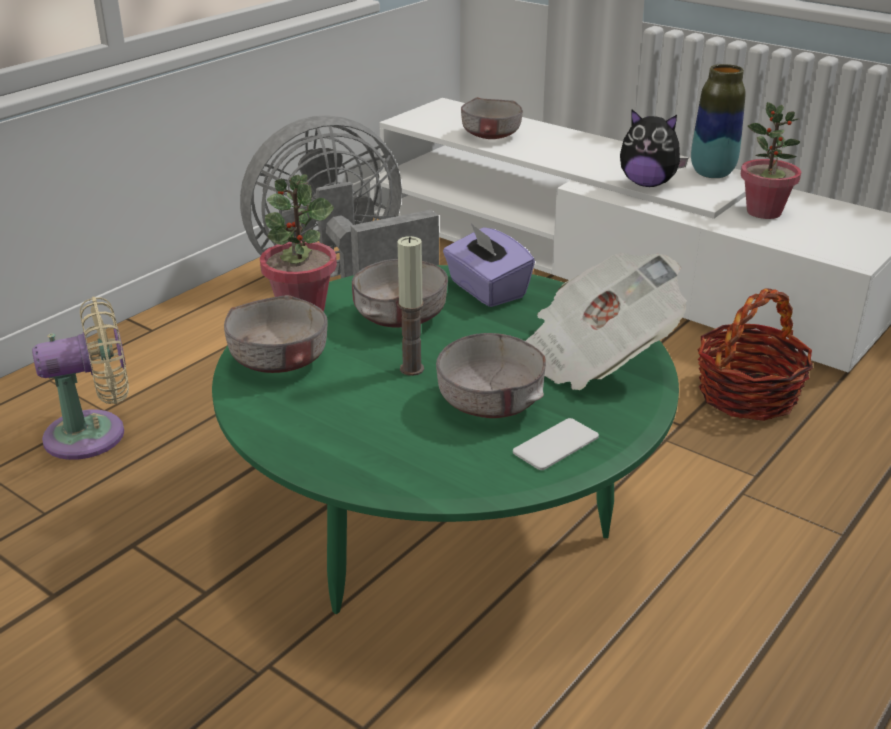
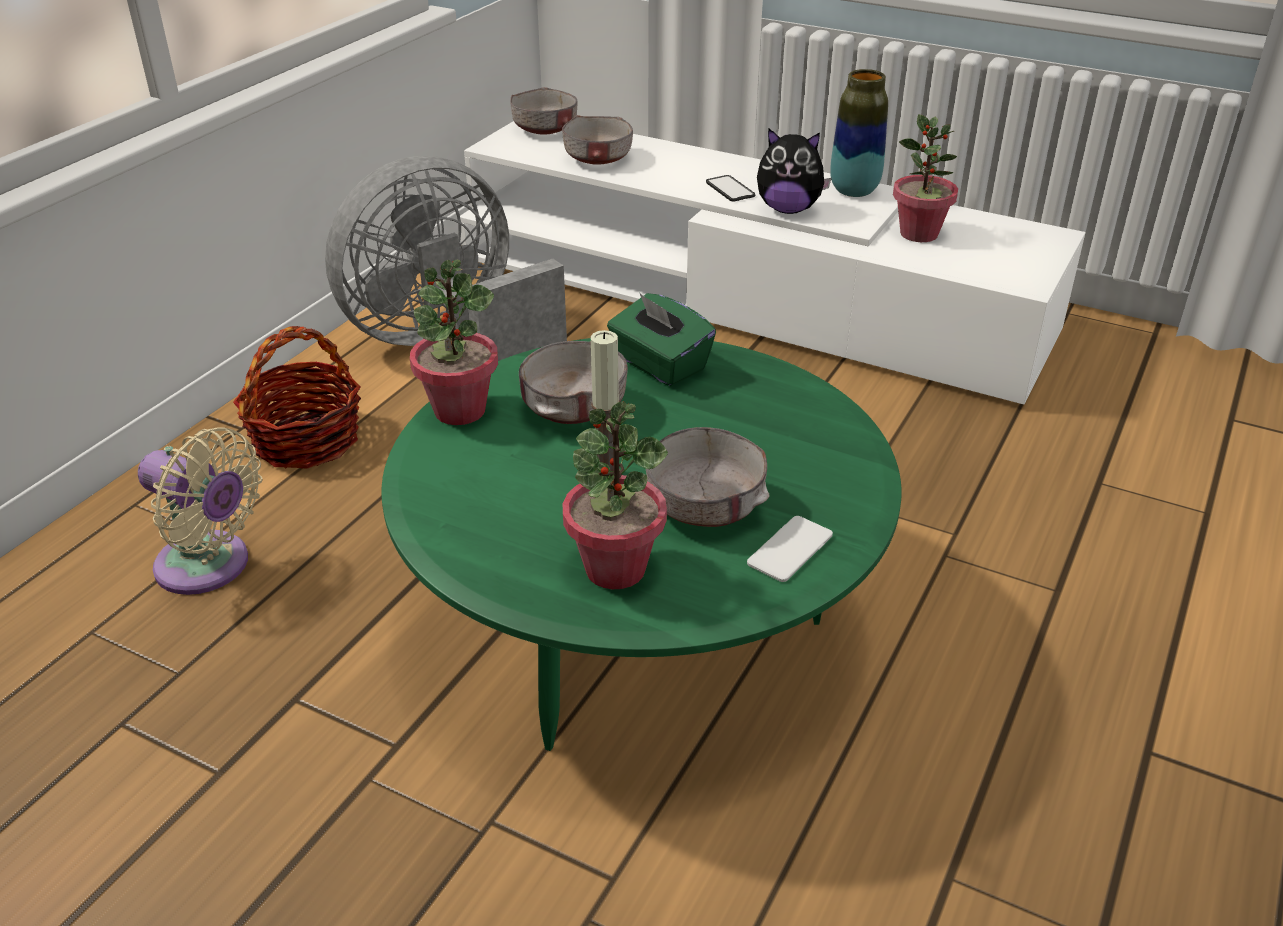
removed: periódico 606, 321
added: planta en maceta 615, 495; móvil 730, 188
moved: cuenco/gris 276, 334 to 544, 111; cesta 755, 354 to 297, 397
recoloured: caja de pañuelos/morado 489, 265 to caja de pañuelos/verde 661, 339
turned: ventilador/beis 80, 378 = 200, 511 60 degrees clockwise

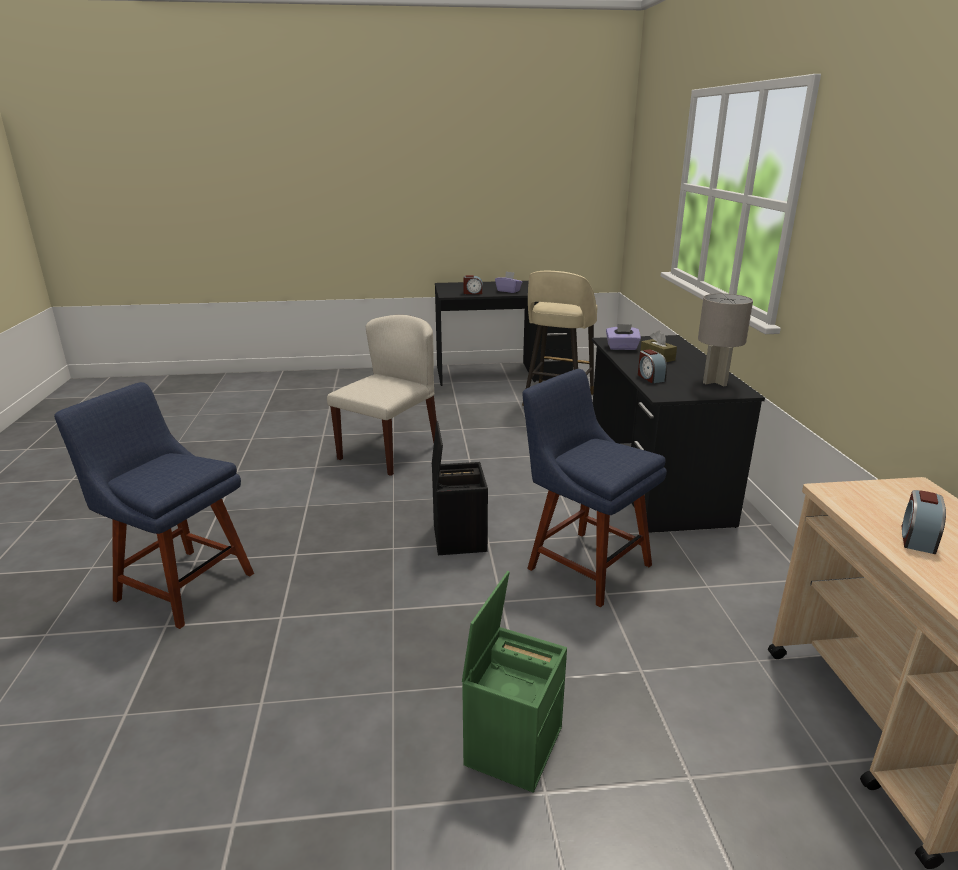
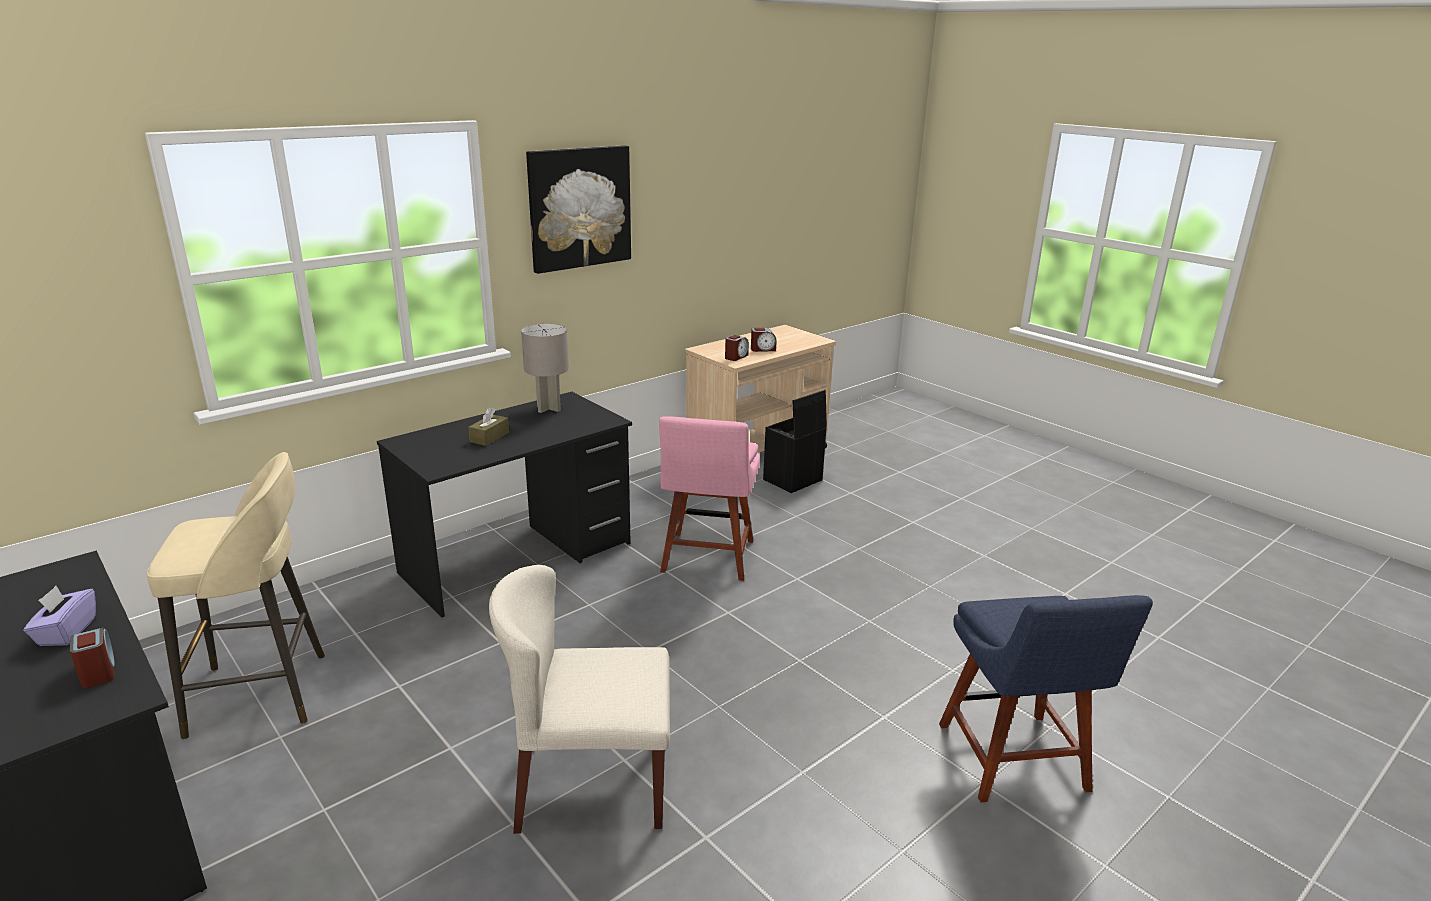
removed: caja de almacenaje/verde 514, 682; caja de pañuelos/morado 623, 337
added: cuadro 578, 209
moved: caja de almacenaje/negro 460, 488 to 795, 441; despertador 652, 366 to 737, 348
recoloured: silla/azul 594, 488 to silla/rosa 709, 498

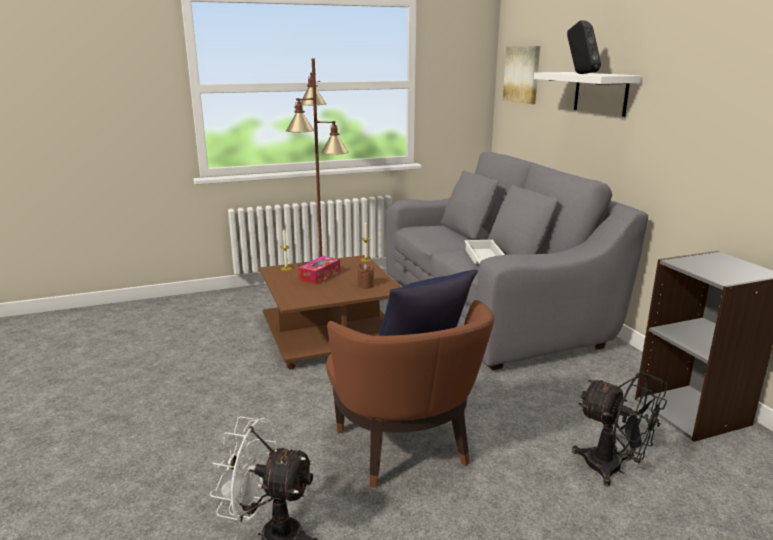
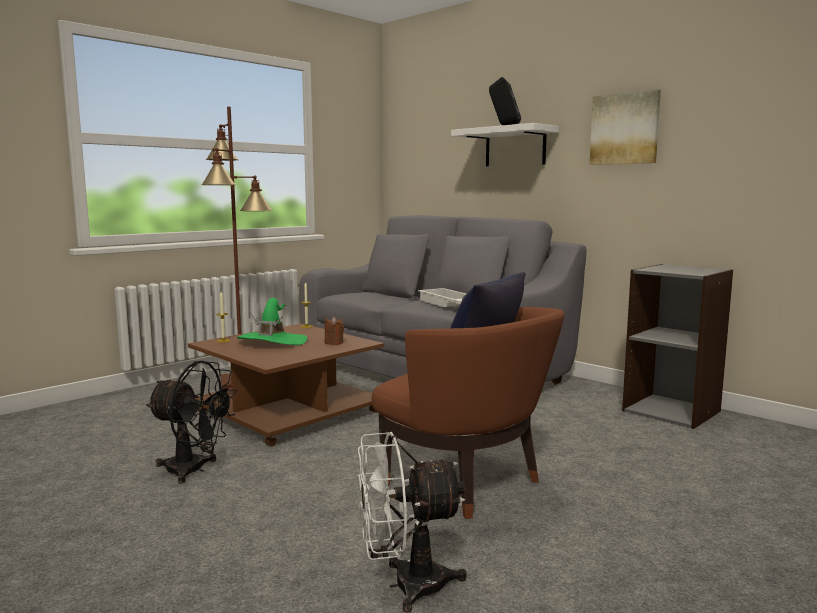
moved: cuadro 521, 75 to 625, 127; ventilador/negro 620, 428 to 191, 422
replaced: caja de pañuelos 319, 270 to sombrero/verde 272, 321

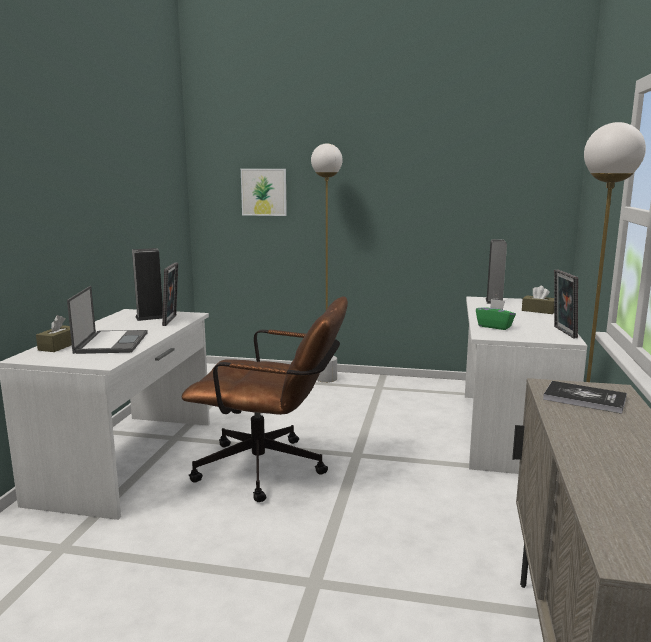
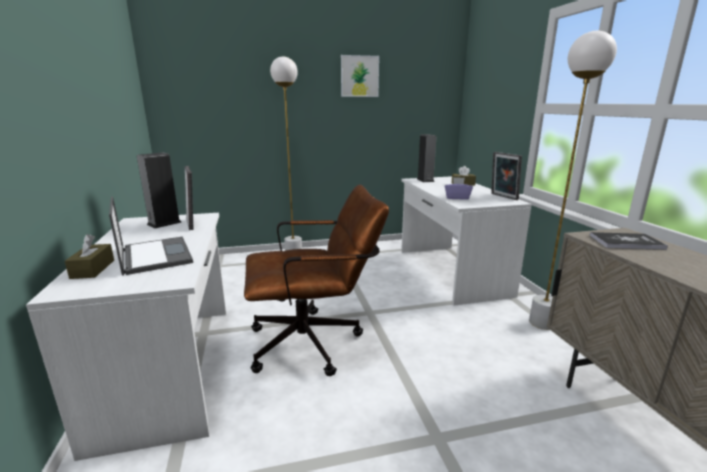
moved: cuadro 264, 192 to 360, 76
recoloured: caja de pañuelos/verde 496, 314 to caja de pañuelos/morado 459, 188

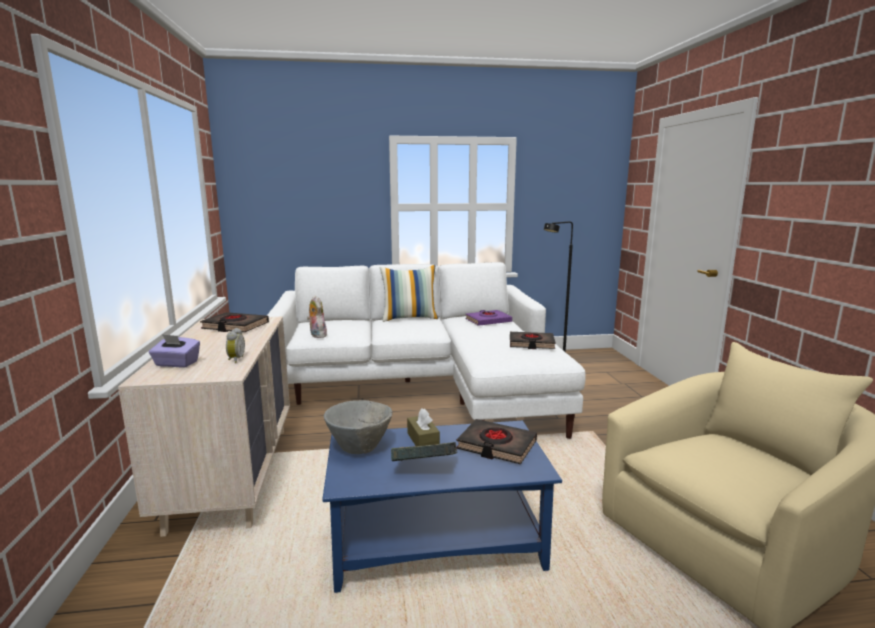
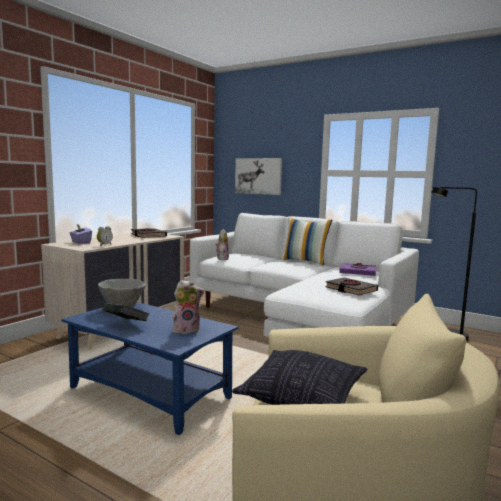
removed: caja de pañuelos/marrón 423, 427
added: cojín 299, 377; cuadro 258, 176
replaced: libro/negro 497, 441 to peluche 188, 307

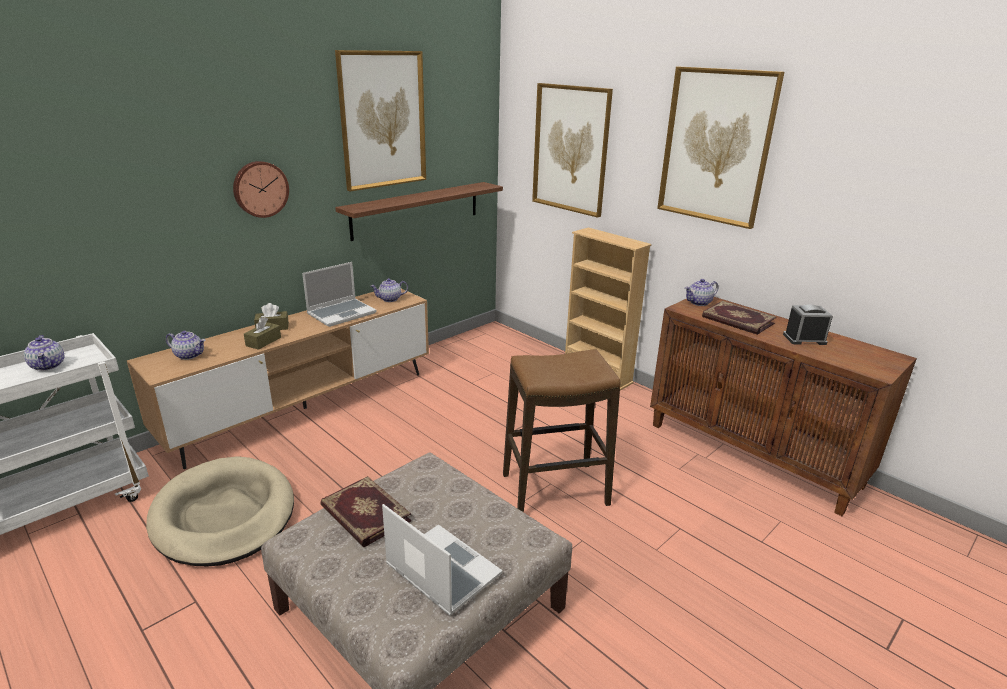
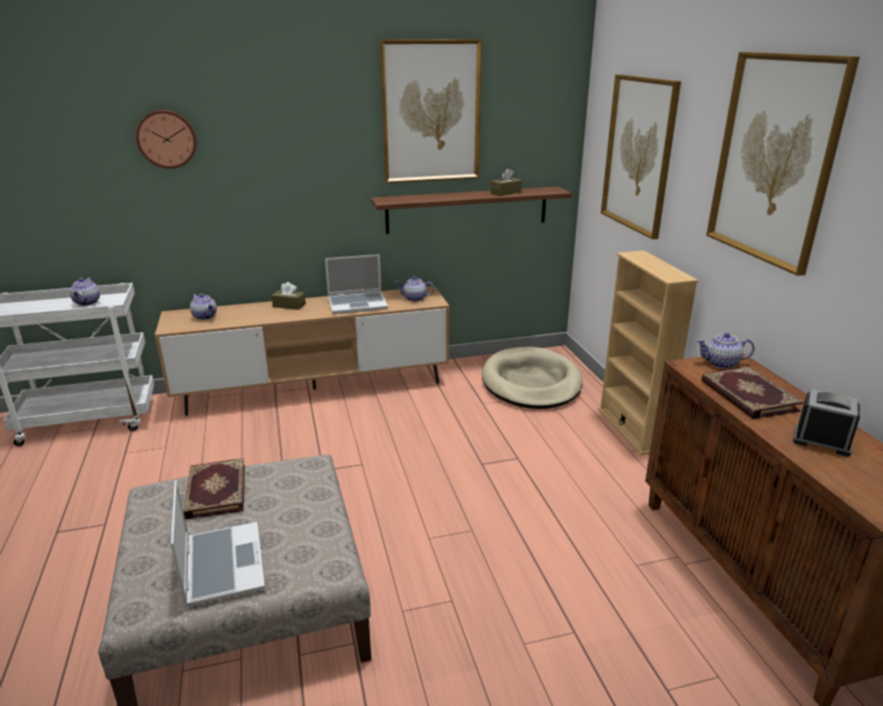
removed: taburete 561, 431
moved: cama para perro/beis 220, 511 to 532, 378; reloj de pared 261, 189 to 166, 139; caja de pañuelos/marrón 262, 333 to 506, 182

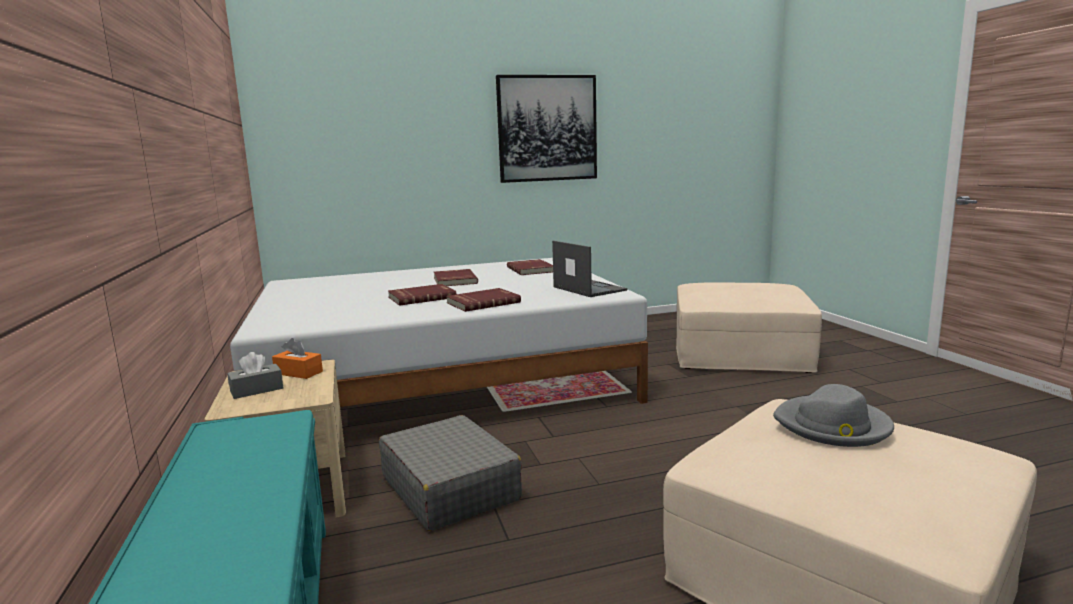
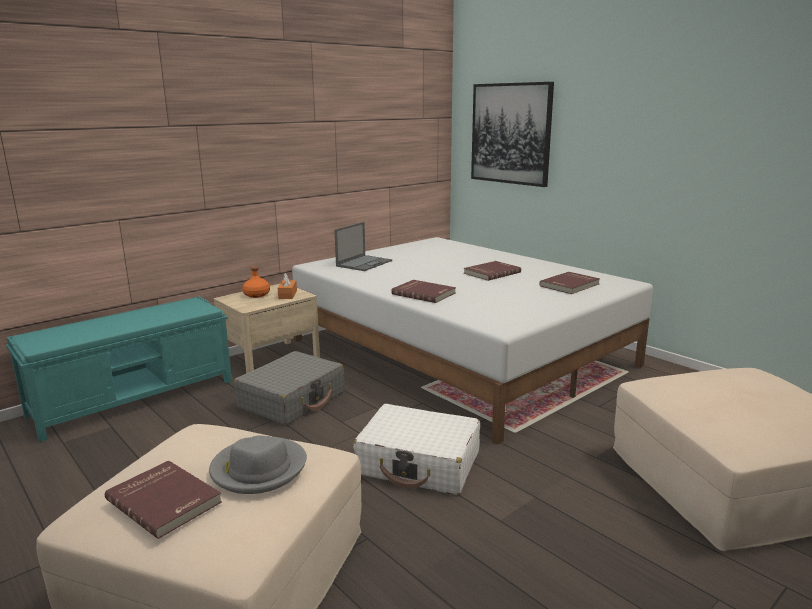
added: maleta/blanco 416, 449
moved: libro/rojo 422, 295 to 163, 499; cuadro 546, 129 to 512, 134; portátil 589, 269 to 363, 246
replaced: caja de pañuelos/gris 255, 375 to botella/naranja 256, 282

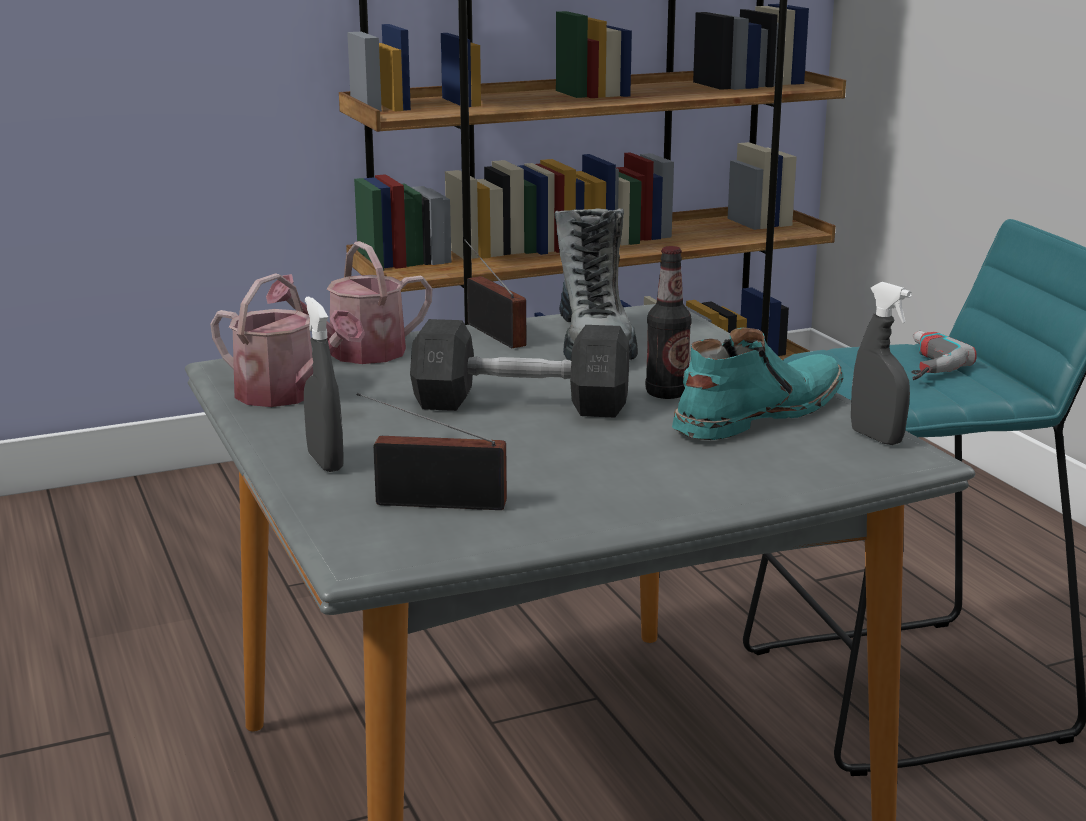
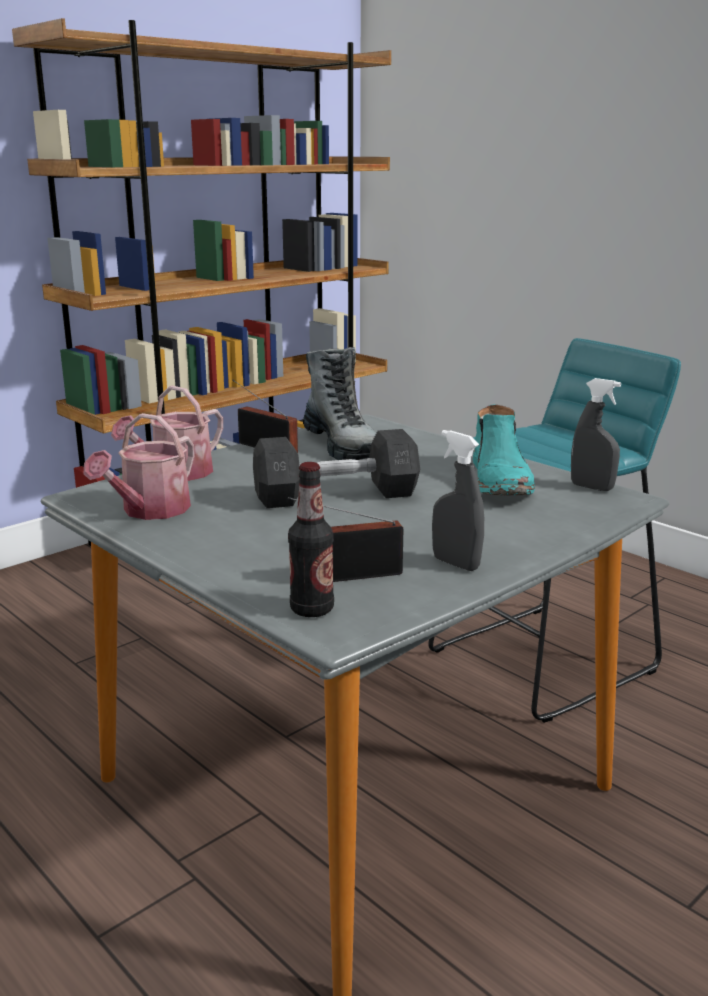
removed: taladro 944, 355
moved: pulverizador/gris 324, 384 to 458, 500; botella 668, 322 to 311, 539
turned: regadera 287, 340 = 138, 466 105 degrees clockwise; bota/turquesa 758, 383 = 504, 450 150 degrees clockwise

